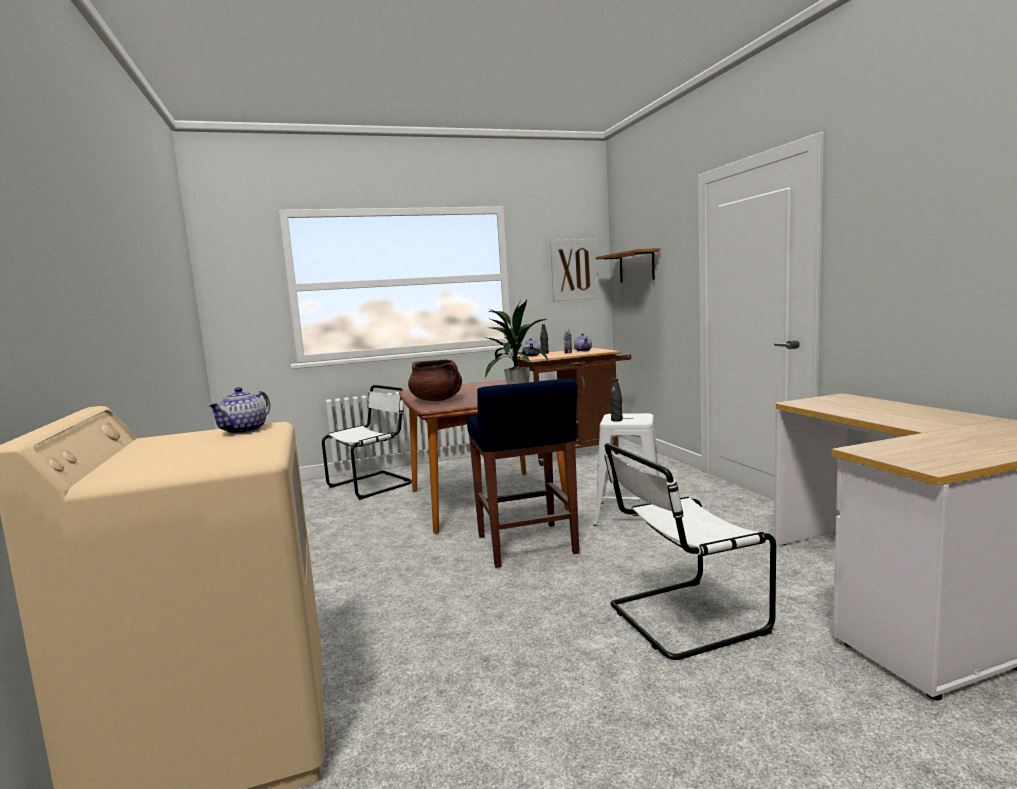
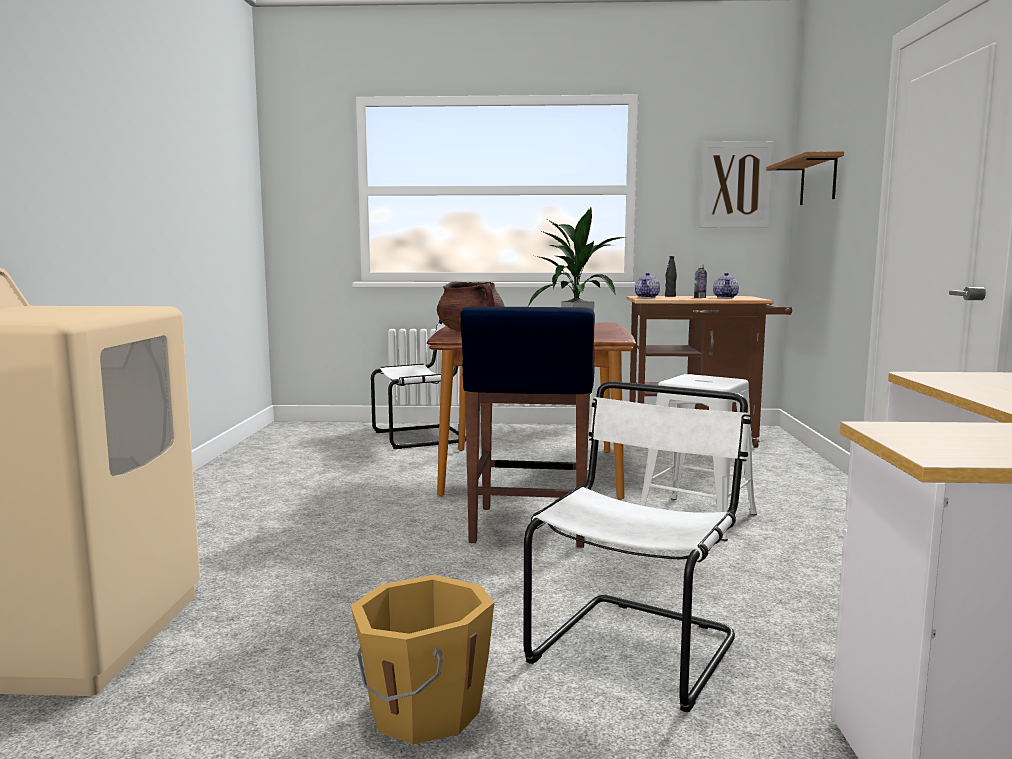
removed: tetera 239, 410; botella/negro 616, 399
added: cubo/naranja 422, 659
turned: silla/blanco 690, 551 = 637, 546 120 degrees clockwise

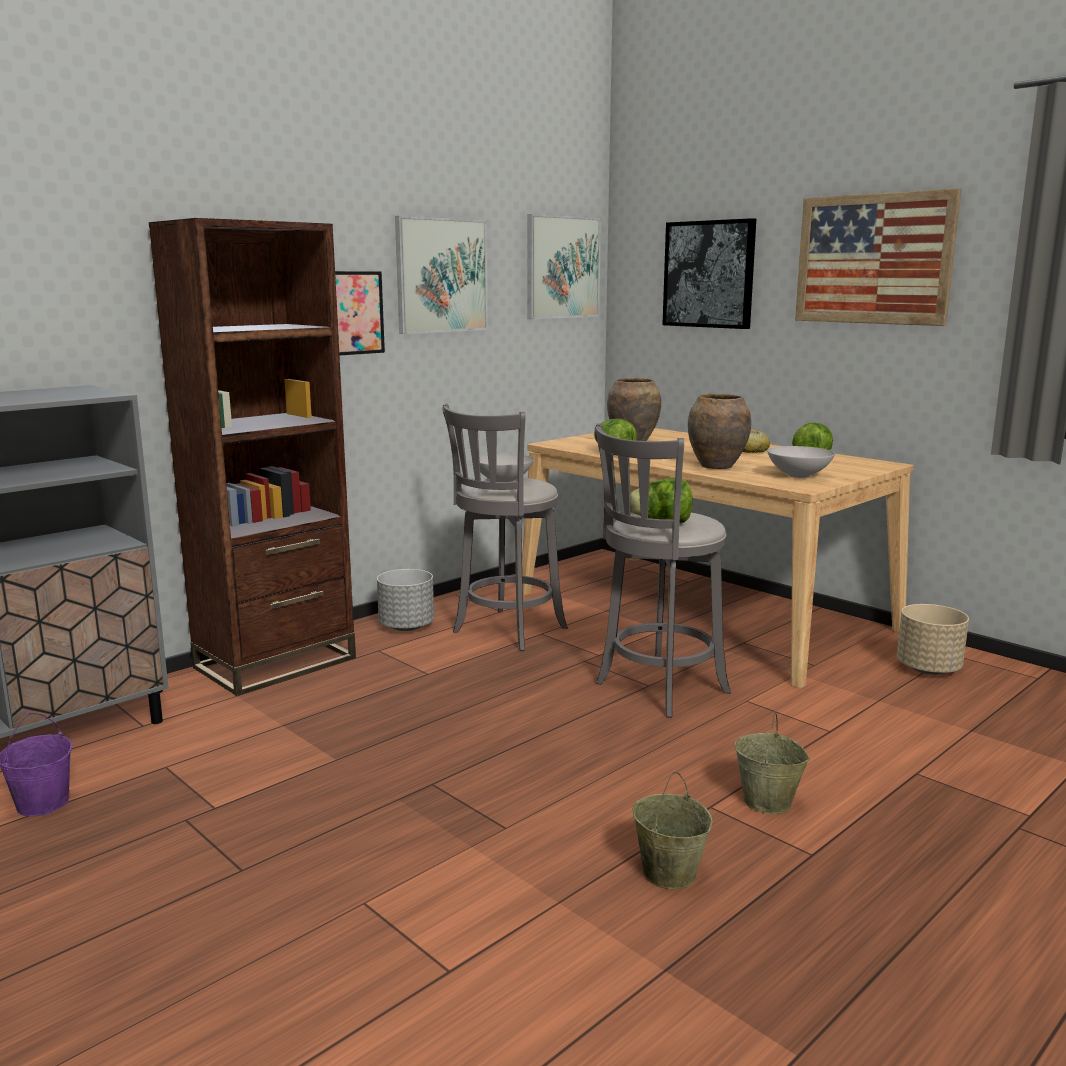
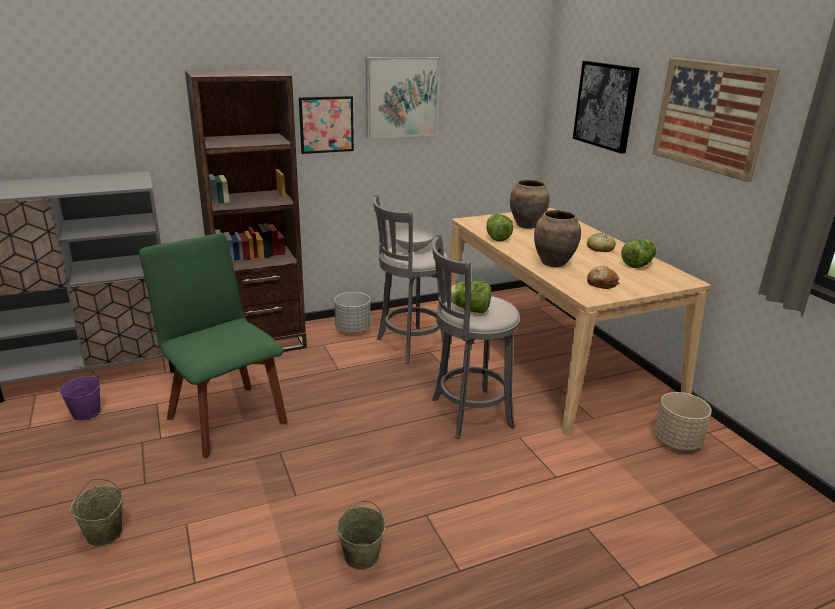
removed: cuadro 564, 266
added: silla/verde 213, 345
moved: cubo/beis 772, 762 to 96, 513
replaced: cuenco/blanco 801, 462 to pan 603, 277

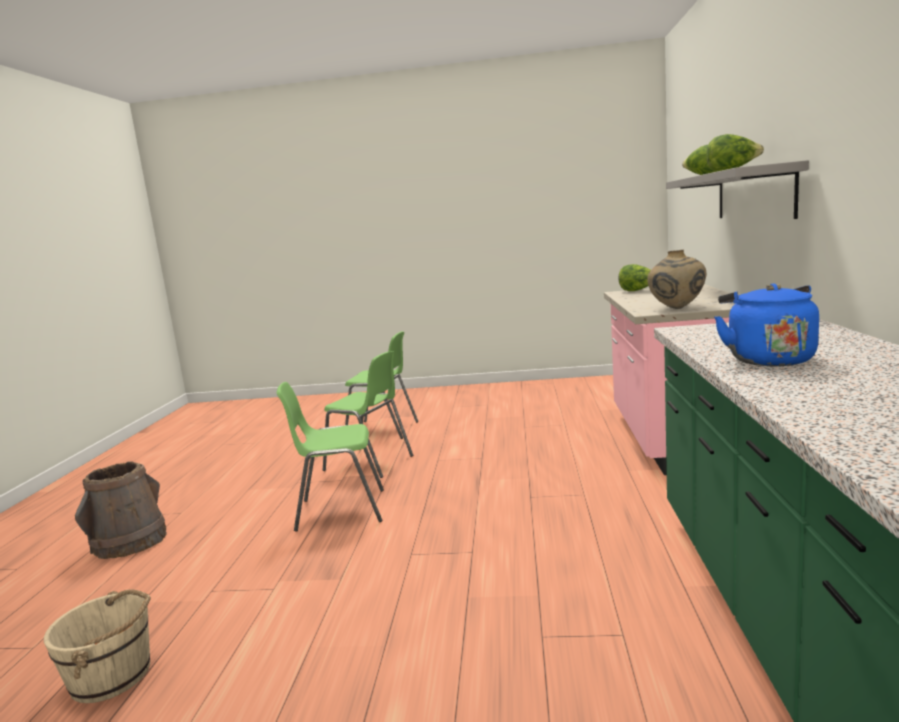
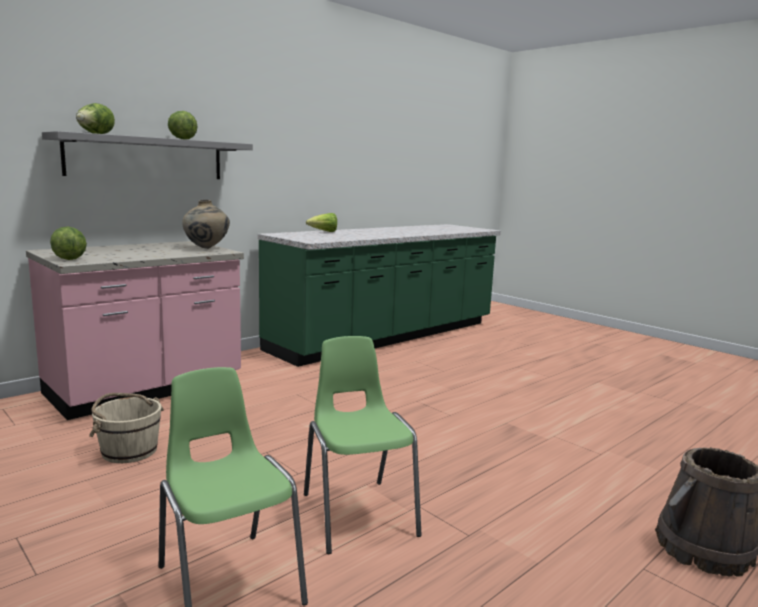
removed: silla/verde 330, 457; hervidor/azul 766, 324
added: lechuga 321, 222
moved: cubo/beis 97, 646 to 126, 428

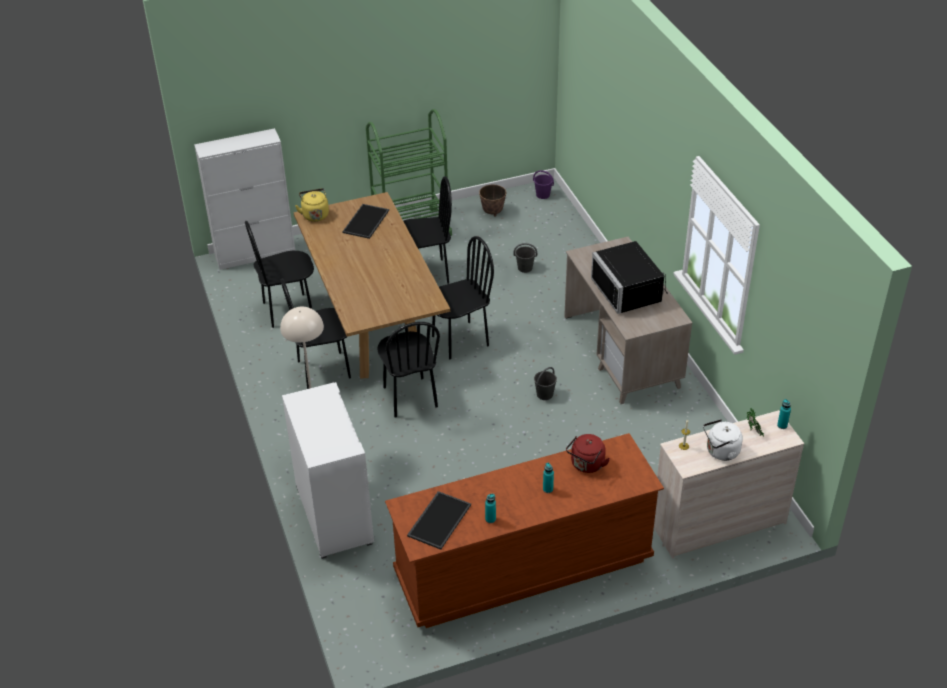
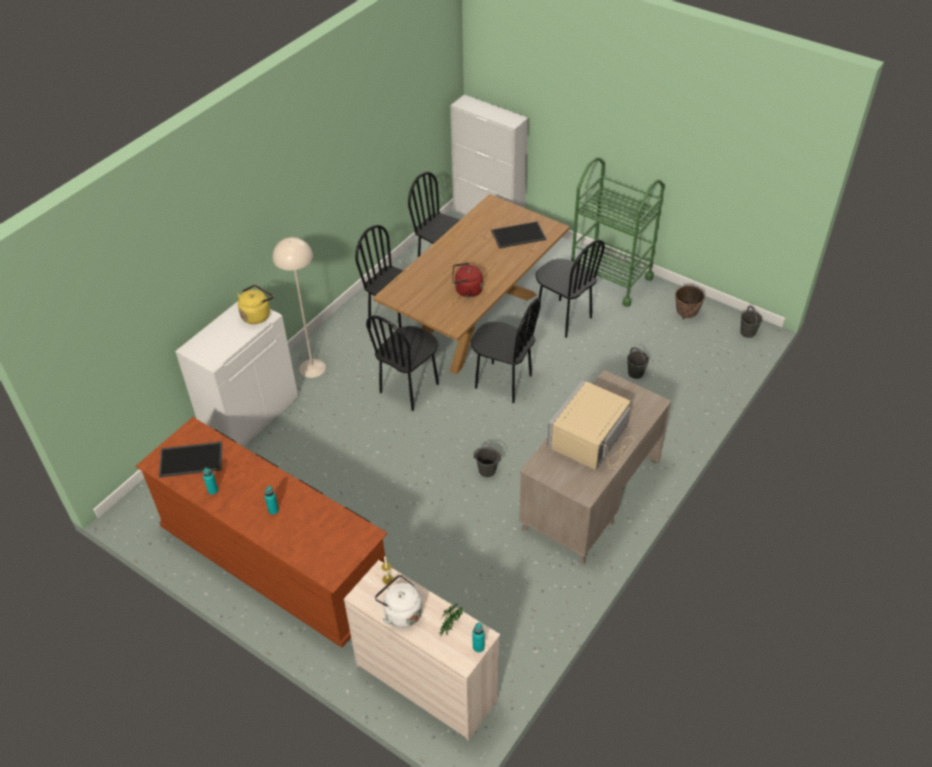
moved: hervidor/amarillo 312, 205 to 255, 304; hervidor/rojo 588, 453 to 467, 280
recoloured: cubo/morado 543, 184 to cubo/gris 751, 322; microondas/negro 629, 277 to microondas/beis 590, 425

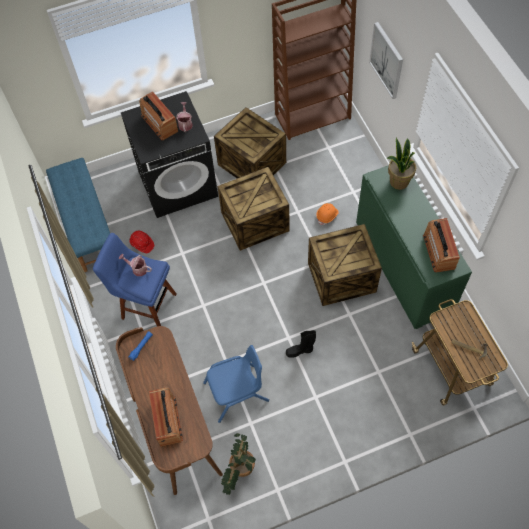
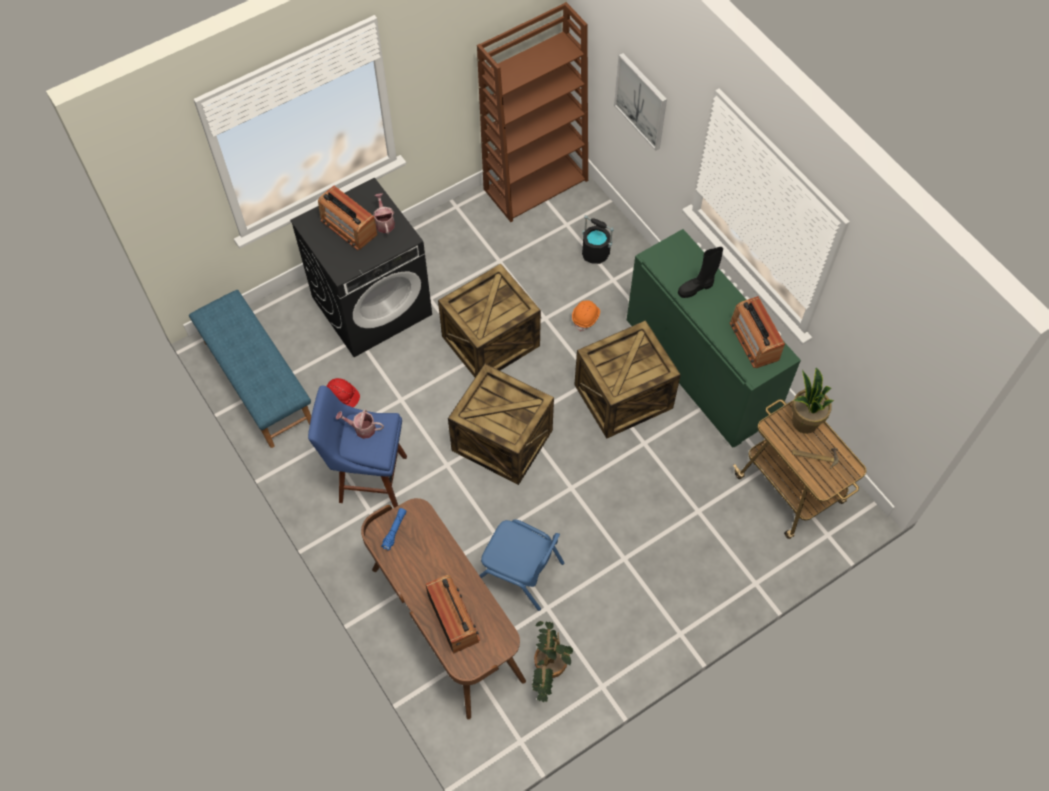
added: cubo/negro 598, 239
moved: caja de embalaje 250, 142 to 501, 424; bota/negro 301, 344 to 700, 272; planta en maceta 401, 164 to 813, 401
turned: silla/azul 236, 384 = 521, 565 60 degrees clockwise

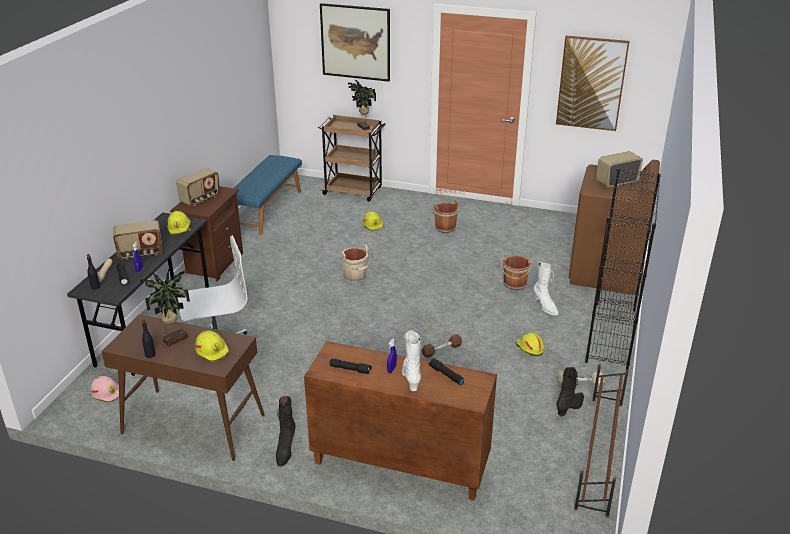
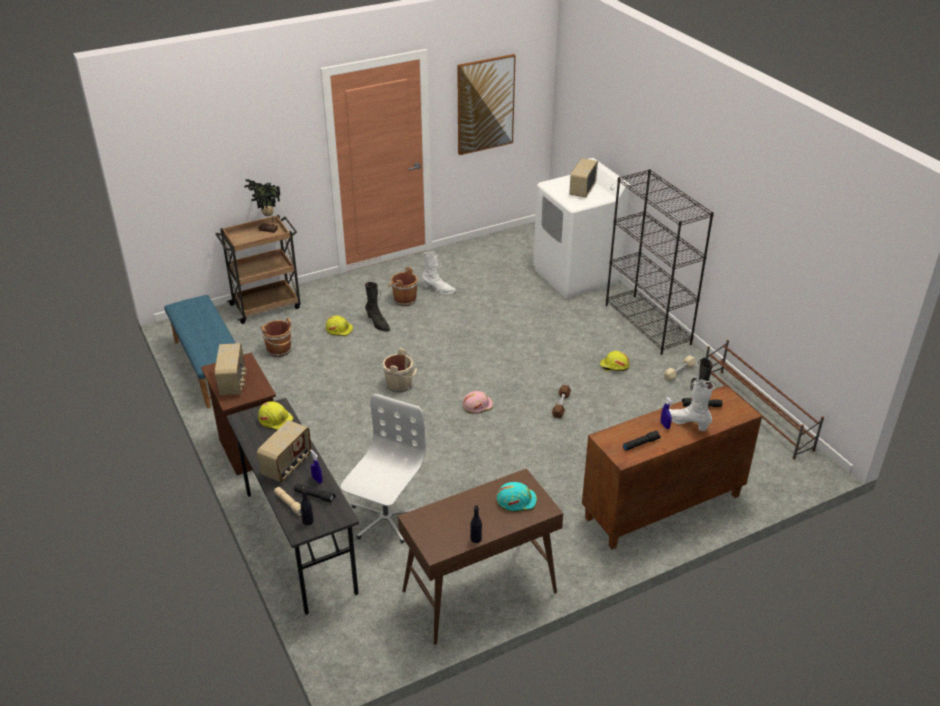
removed: planta en maceta 165, 306; cuadro 355, 42
moved: casco/rosa 105, 389 to 477, 402; bota/negro 285, 431 to 377, 307; cubo/marrón 517, 272 to 277, 337; bota/blanco 546, 288 to 438, 273
recoloured: casco/amarillo 212, 346 to casco/turquesa 517, 497; lavadora/marrón 614, 227 to lavadora/blanco 581, 228

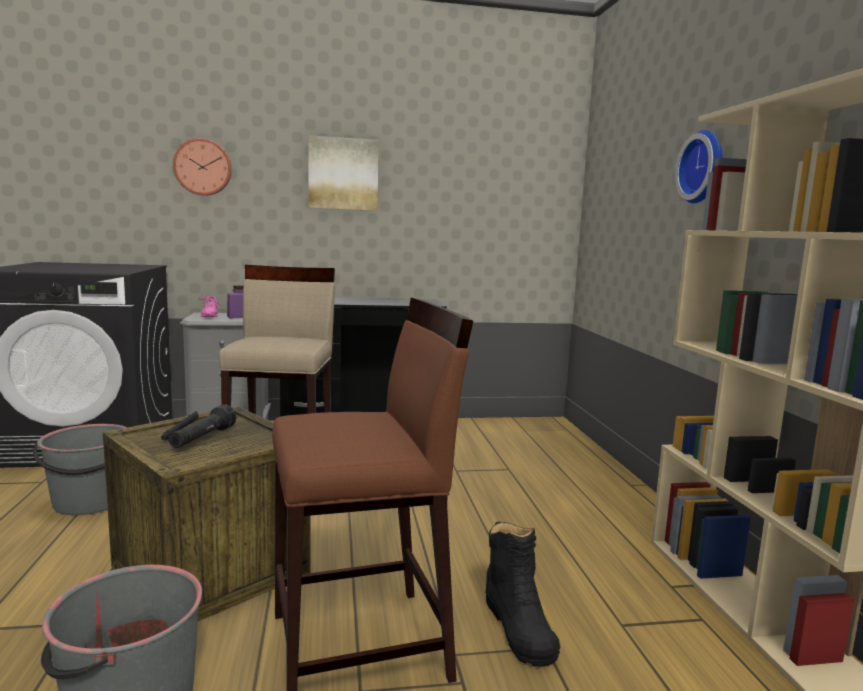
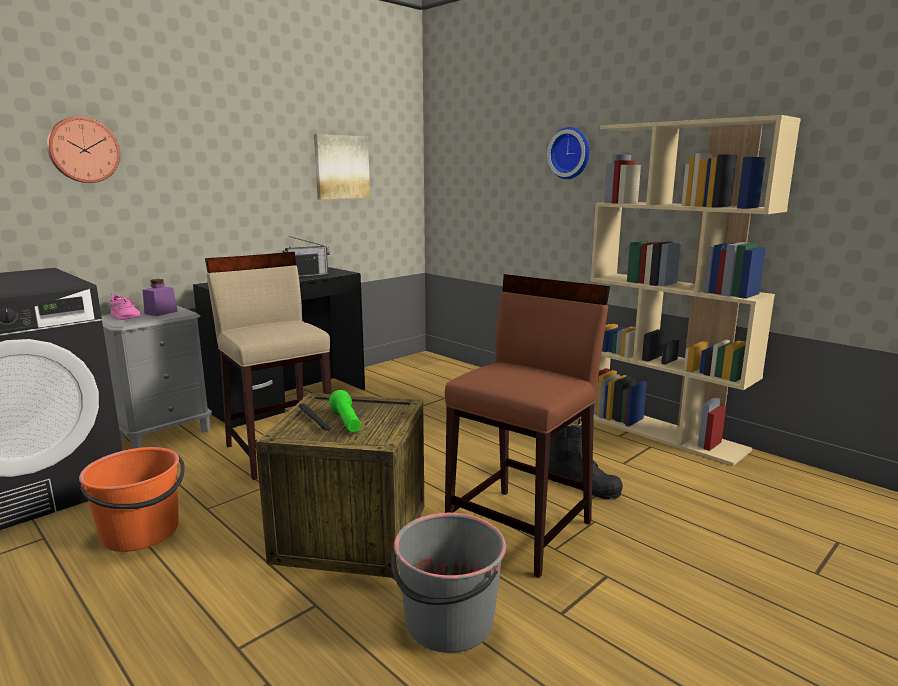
added: radio 306, 256
moved: cuadro 344, 173 to 342, 167
recoloured: cubo/gris 80, 469 to cubo/naranja 132, 499; linterna/negro 202, 426 to linterna/verde 345, 411

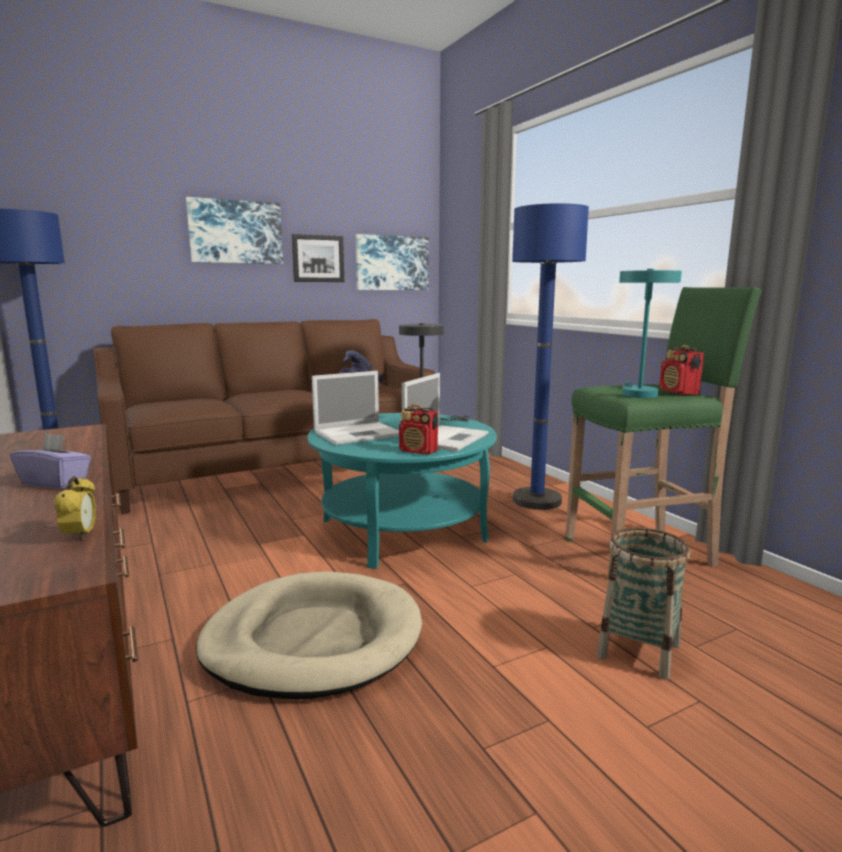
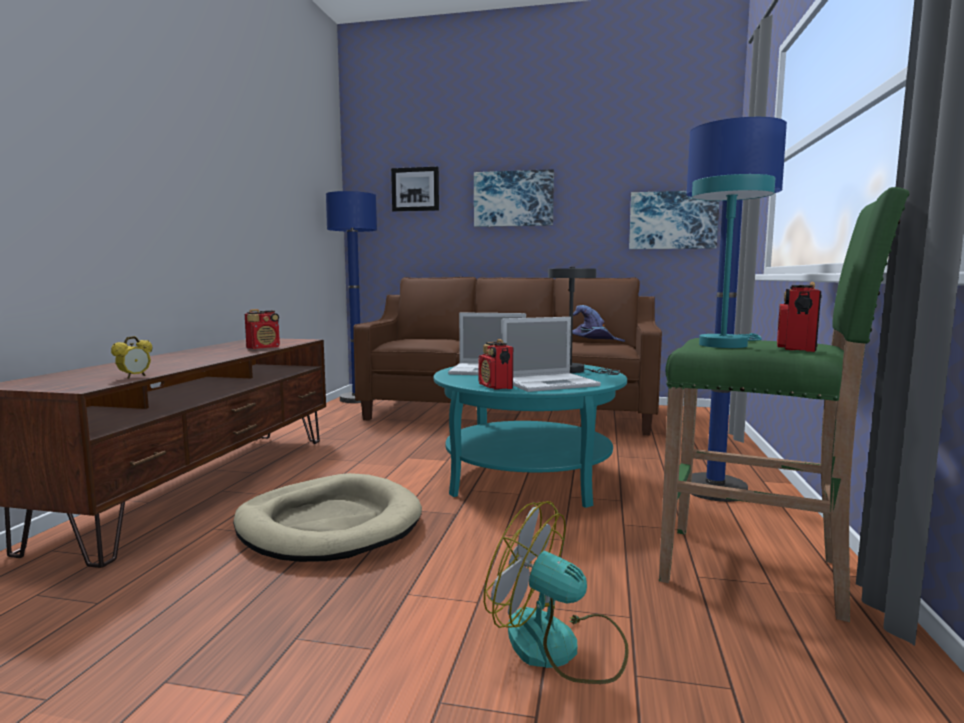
removed: caja de pañuelos/morado 50, 460
added: radio 262, 329
moved: cuadro 318, 258 to 415, 189
replaced: cesta 643, 603 to ventilador 556, 592

